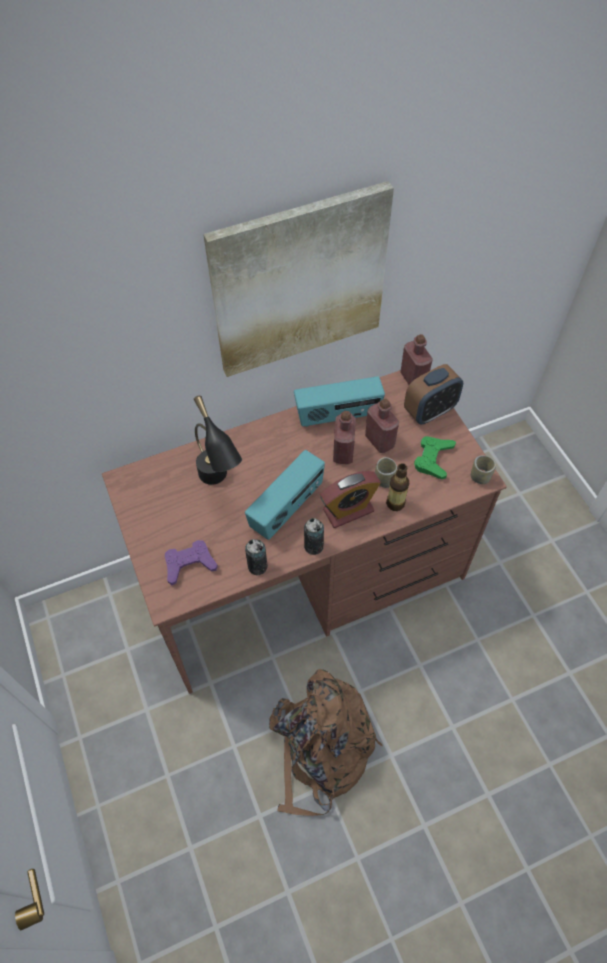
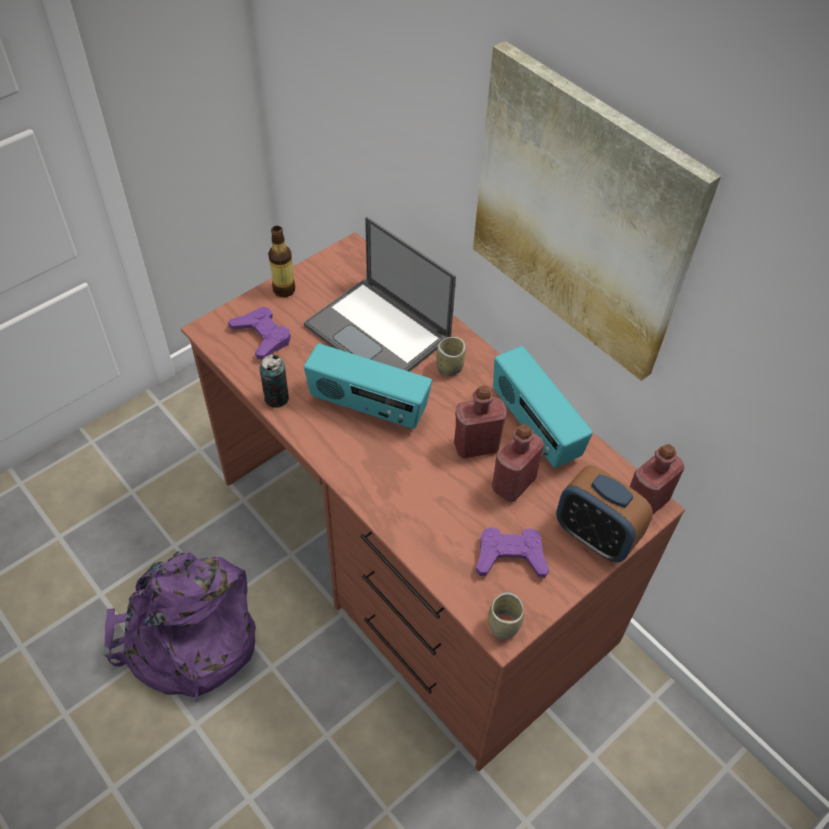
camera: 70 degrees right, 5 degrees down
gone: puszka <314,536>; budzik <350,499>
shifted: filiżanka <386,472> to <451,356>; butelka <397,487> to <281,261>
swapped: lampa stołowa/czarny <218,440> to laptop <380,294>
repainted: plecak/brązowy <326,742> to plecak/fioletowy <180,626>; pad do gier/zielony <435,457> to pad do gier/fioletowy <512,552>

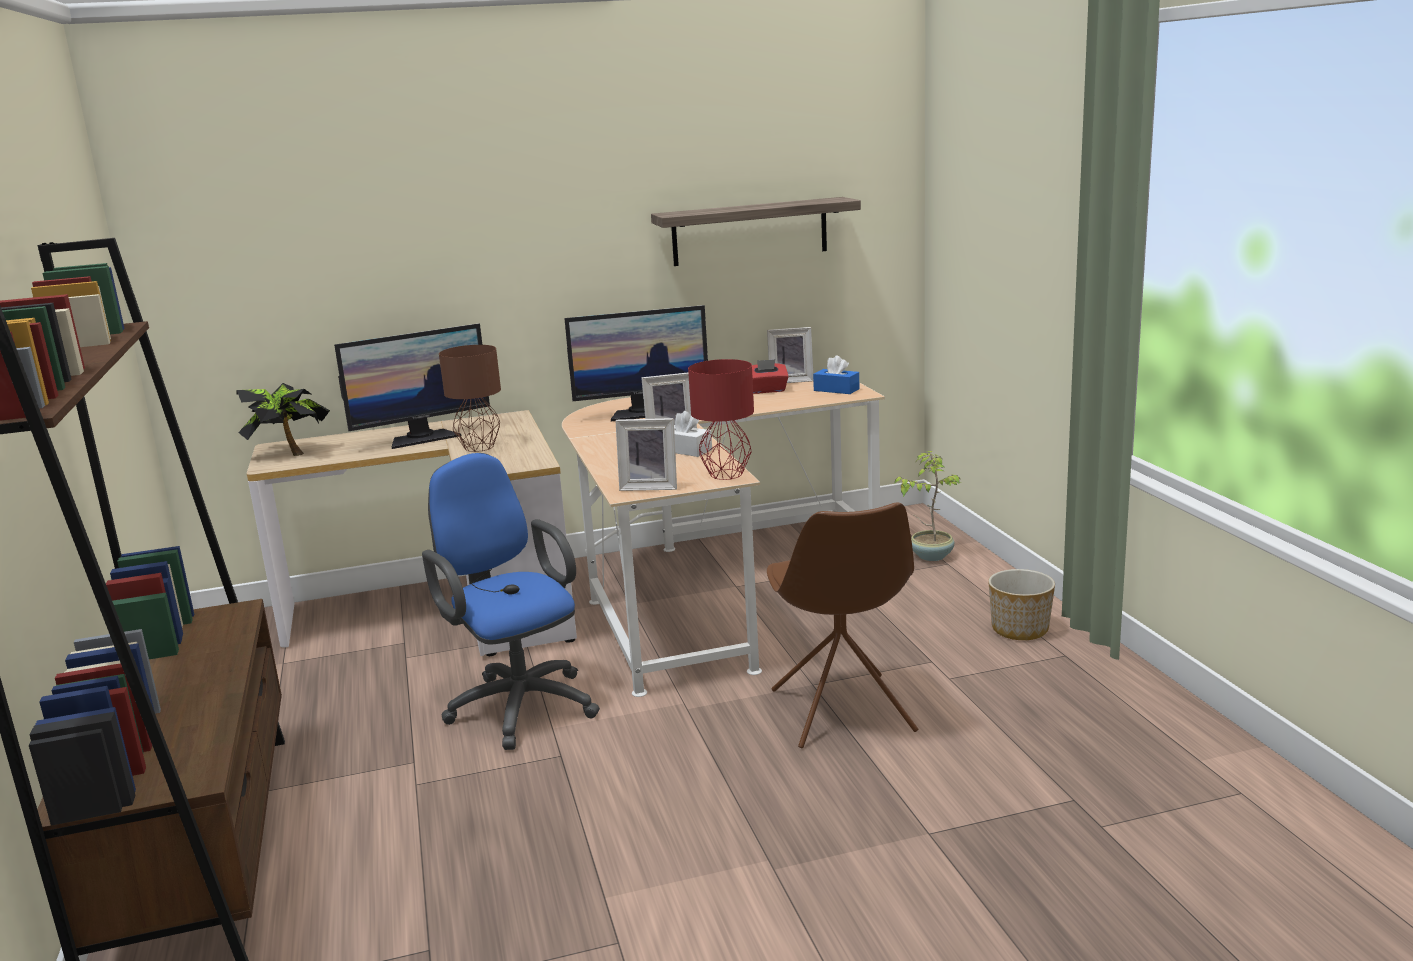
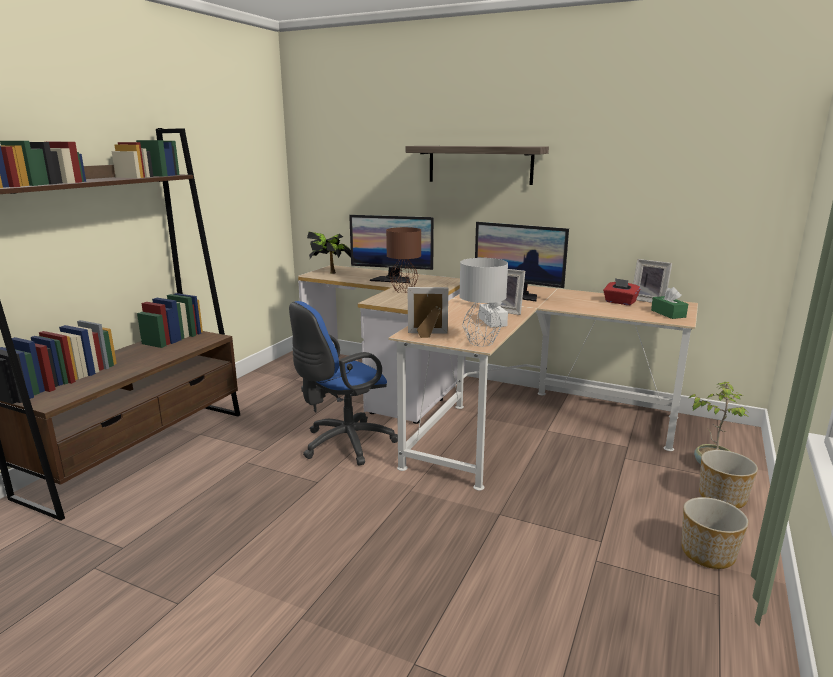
camera: 40 degrees right, 0 degrees up
gone: krzesło/brązowy <842,625>
new: donica <728,479>
shifted: półka <756,231> to <477,165>
repainted: lampa stołowa/czerwony <721,419> to lampa stołowa/szary <484,302>; pudełko chusteczek/niebieski <836,374> to pudełko chusteczek/zielony <669,303>
rotated: krzesło biurowe/niebieski <511,601> = <343,383> 135 degrees counterclockwise; ramka na zdjęcie <646,454> = <427,312> 135 degrees clockwise

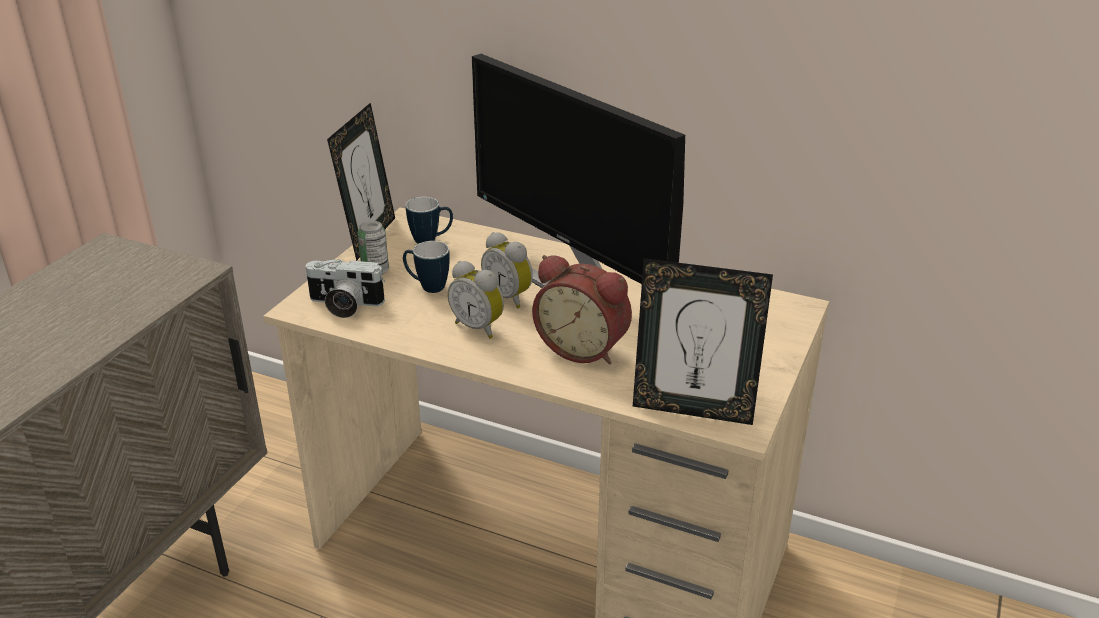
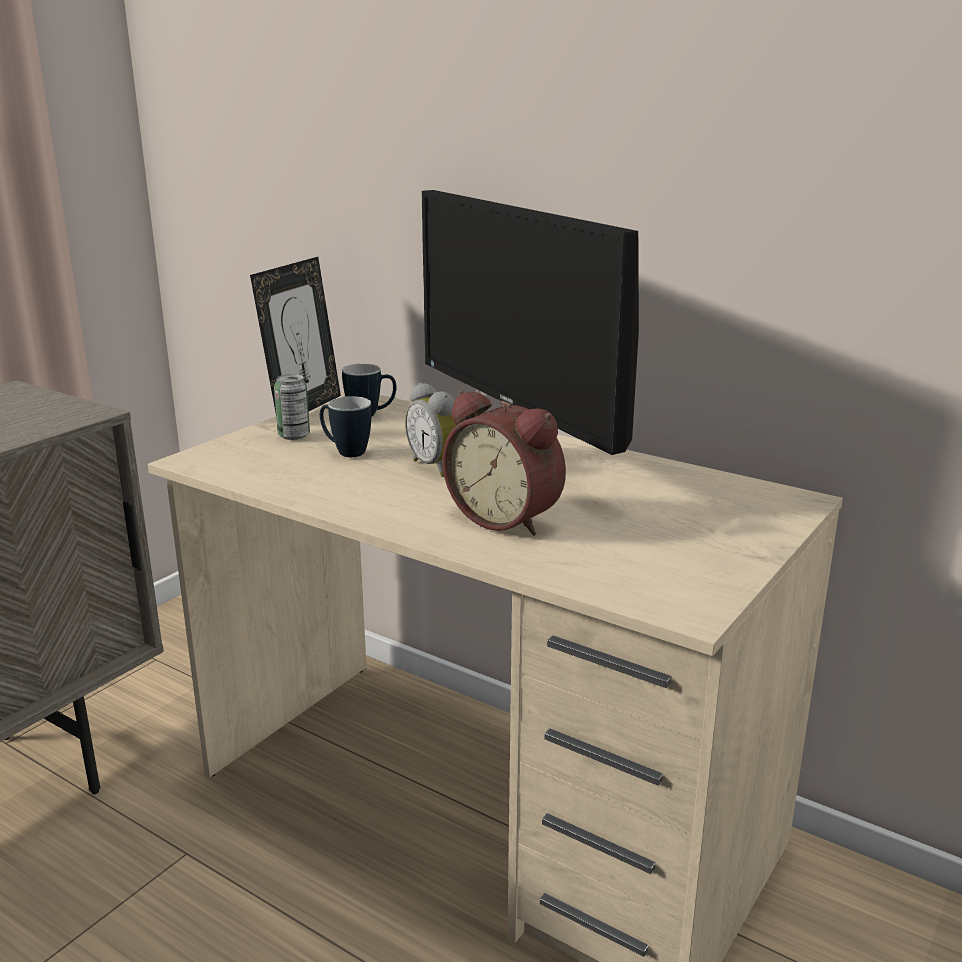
camera: 10 degrees right, 10 degrees down
gone: aparat fotograficzny <345,288>; budzik <476,300>; ramka na zdjęcie <703,341>

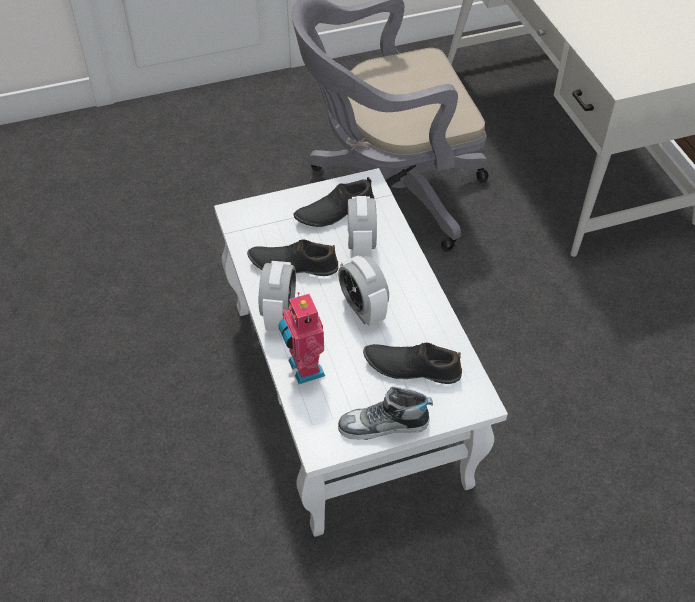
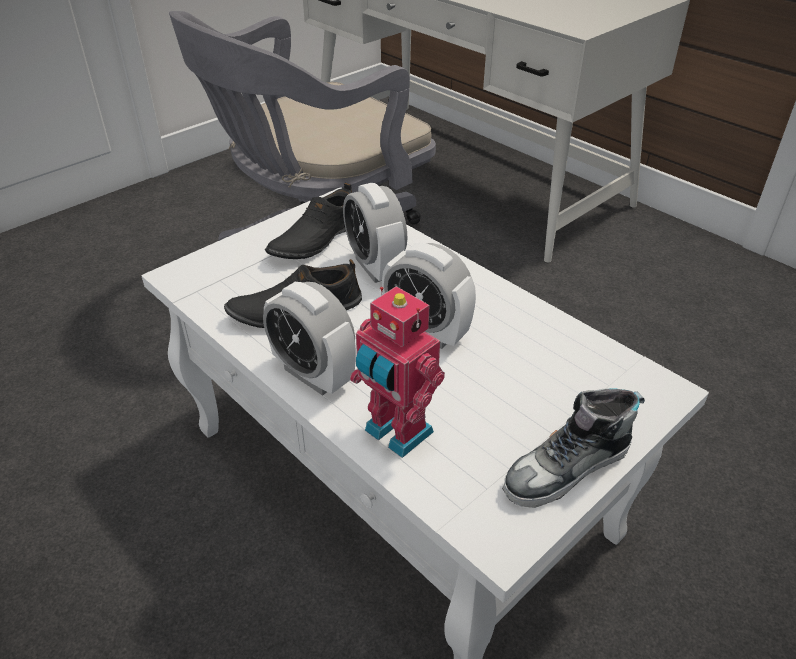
camera: 25 degrees left, 10 degrees down
gone: but/czarny <412,363>
rotated: budzik <277,296> = <309,339> 150 degrees clockwise

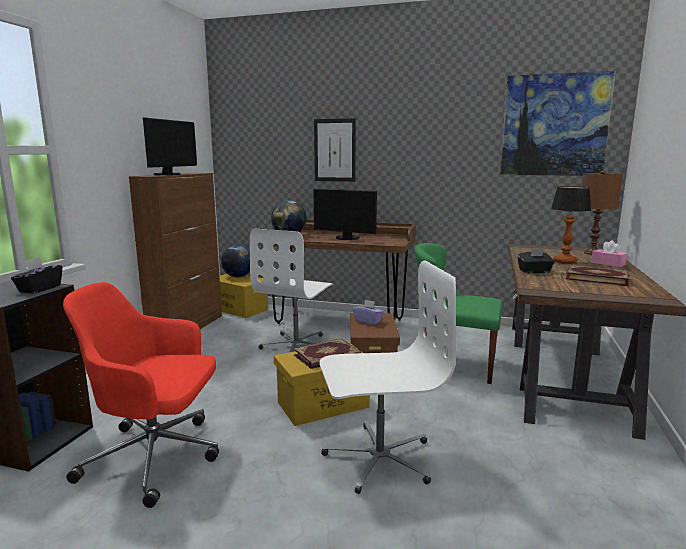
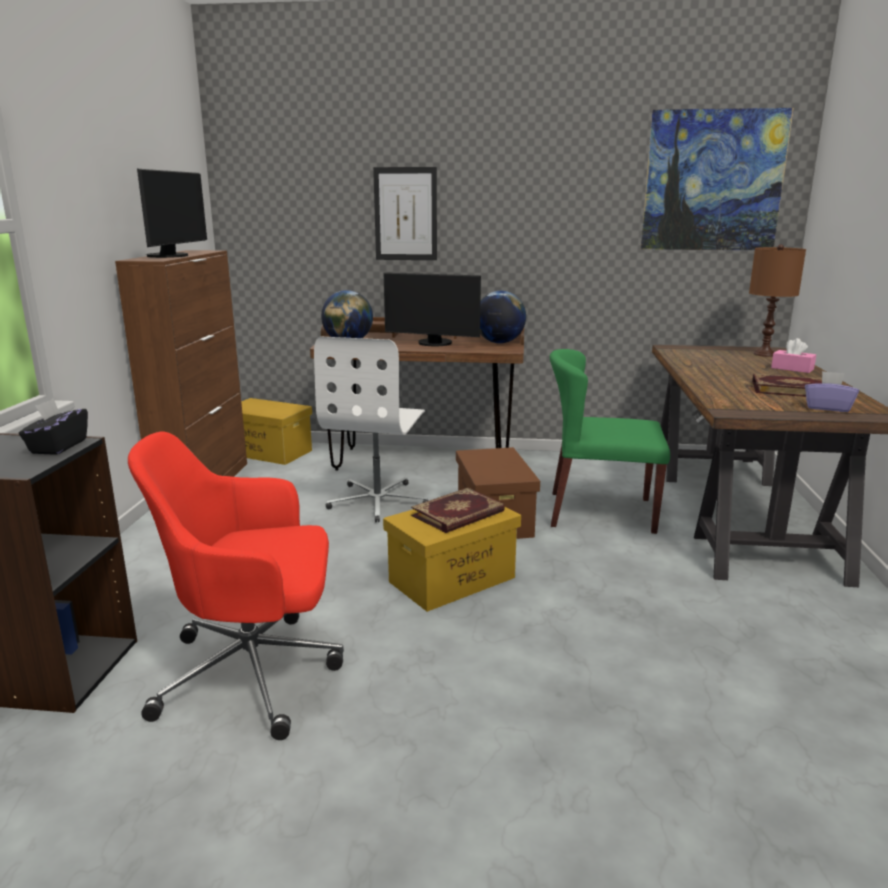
camera: 10 degrees left, 5 degrees up
gone: krzesło biurowe/biały <387,377>; pudełko chusteczek/czarny <536,261>; lampa stołowa <571,225>
shifted: globus <235,261> to <503,317>; pudełko chusteczek/fioletowy <368,312> to <832,391>

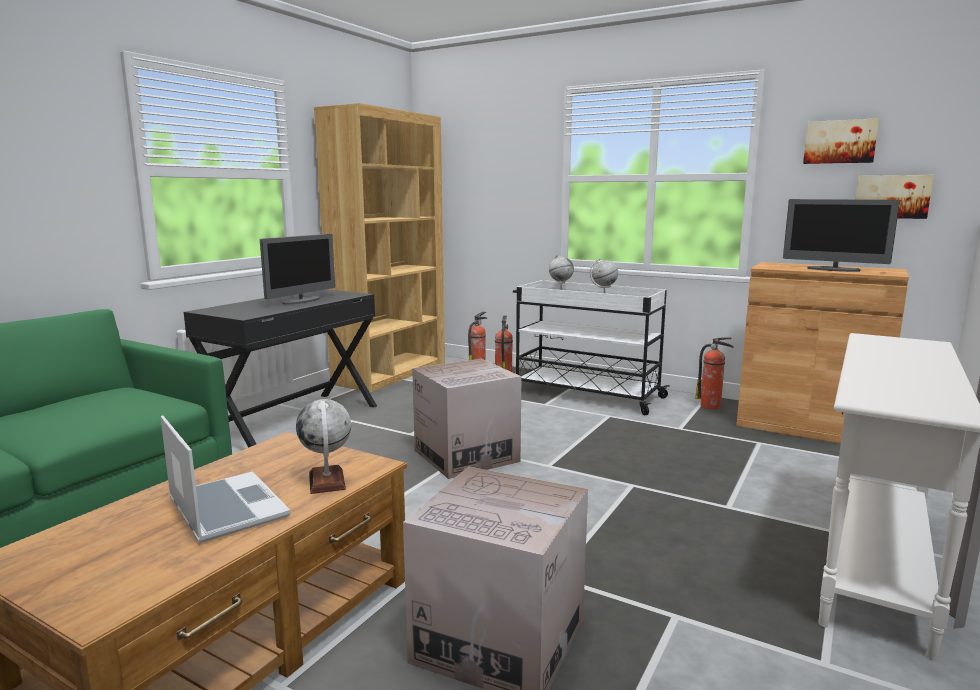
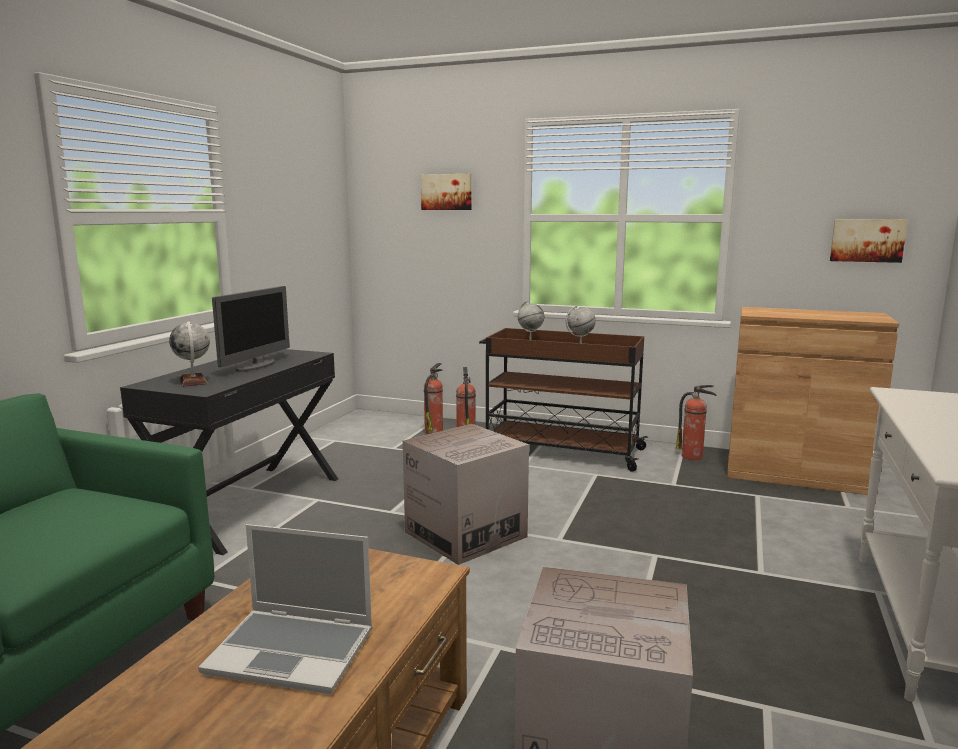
camera: 10 degrees left, 0 degrees up
gone: regał/brązowy <379,247>; monitor <841,235>
shifted: globus <323,446> to <189,354>; obraz <841,141> to <446,192>
repainted: wózek/biały <591,347> to wózek/brązowy <563,400>
rotated: laptop <226,479> = <285,609> 150 degrees clockwise

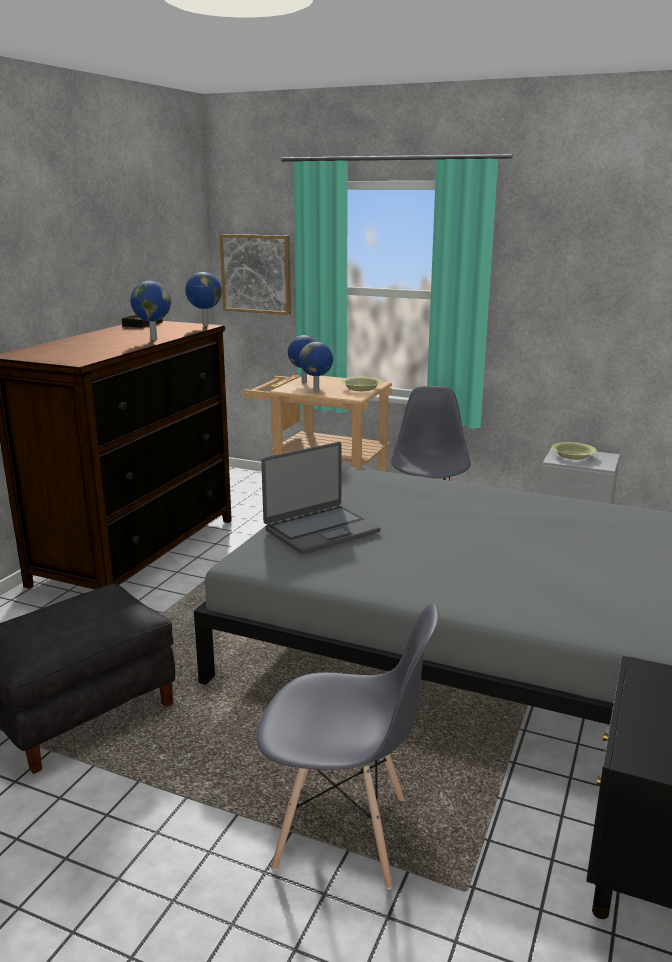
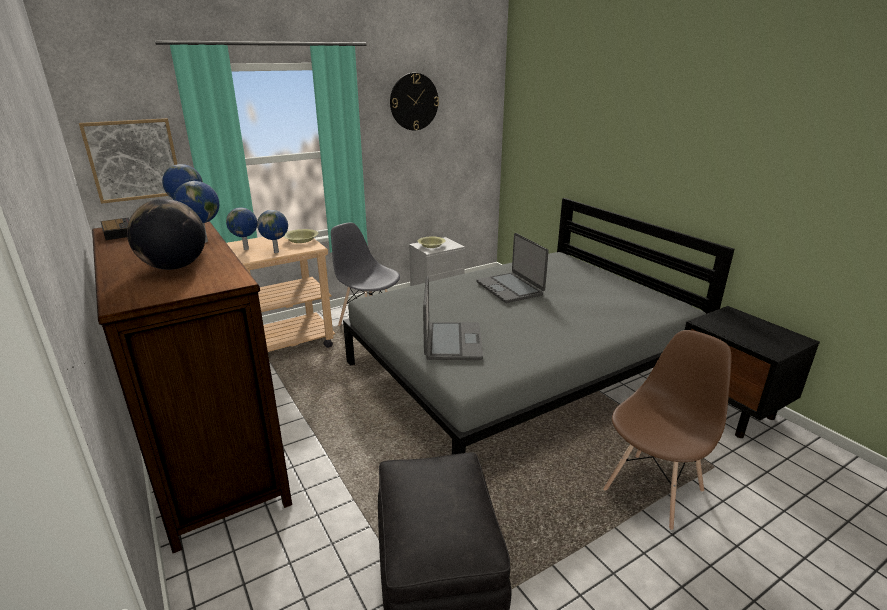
camera: 55 degrees left, 5 degrees up
new: globus <166,234>; zegar ścienny <414,102>; laptop <512,268>
repainted: krzesło/szary <348,746> to krzesło/brązowy <667,430>

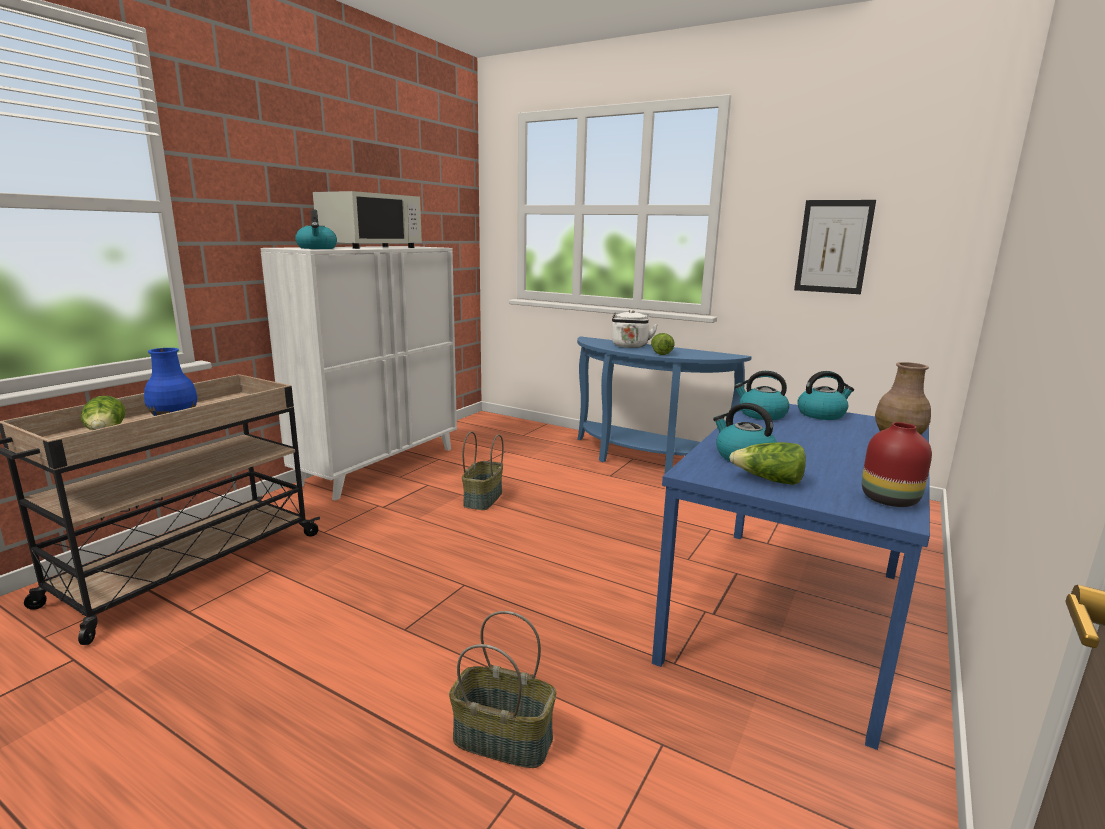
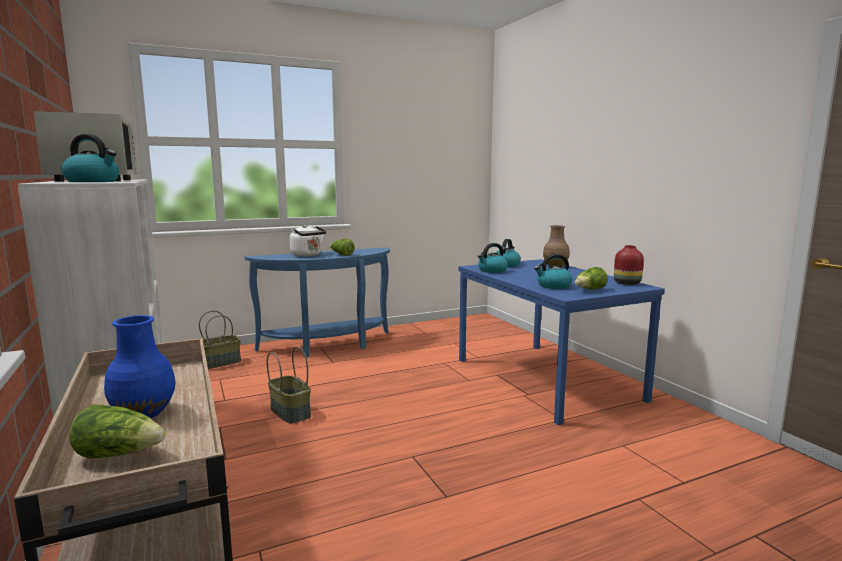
camera: 55 degrees left, 5 degrees down
gone: obraz <835,247>
shifted: koszyk <502,689> to <220,340>

